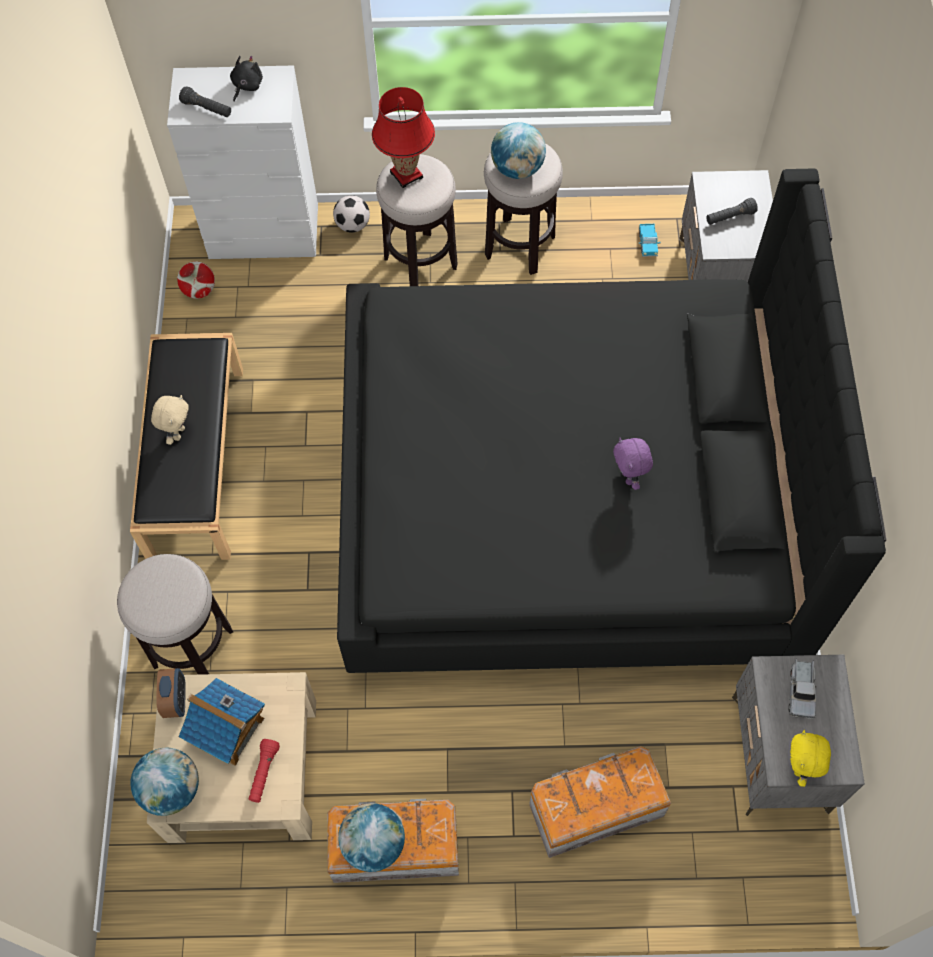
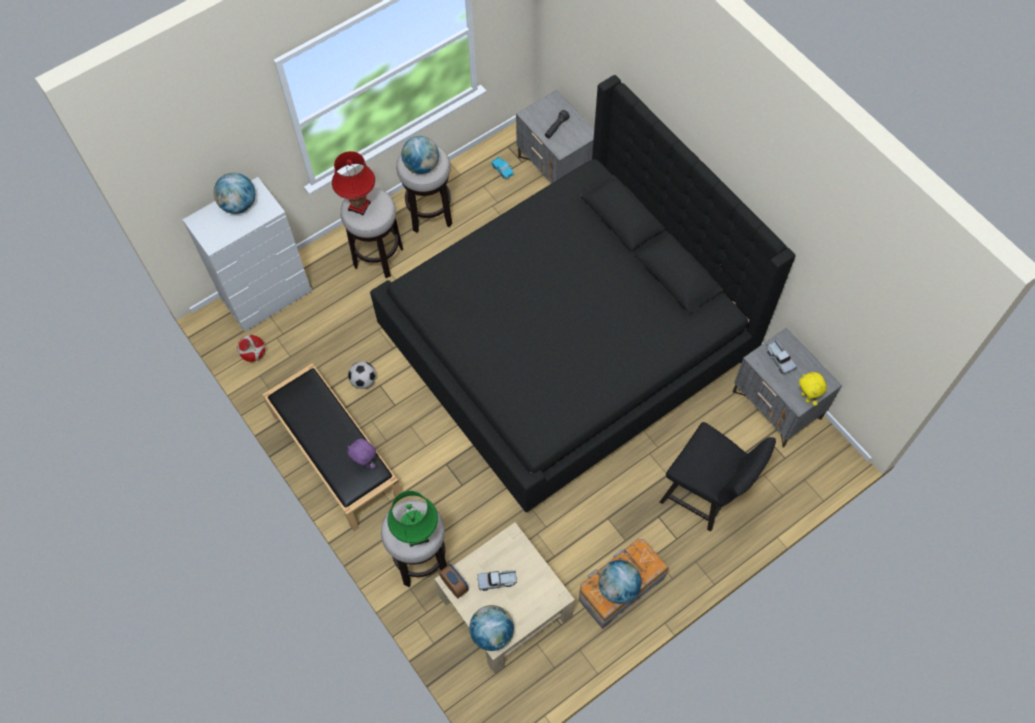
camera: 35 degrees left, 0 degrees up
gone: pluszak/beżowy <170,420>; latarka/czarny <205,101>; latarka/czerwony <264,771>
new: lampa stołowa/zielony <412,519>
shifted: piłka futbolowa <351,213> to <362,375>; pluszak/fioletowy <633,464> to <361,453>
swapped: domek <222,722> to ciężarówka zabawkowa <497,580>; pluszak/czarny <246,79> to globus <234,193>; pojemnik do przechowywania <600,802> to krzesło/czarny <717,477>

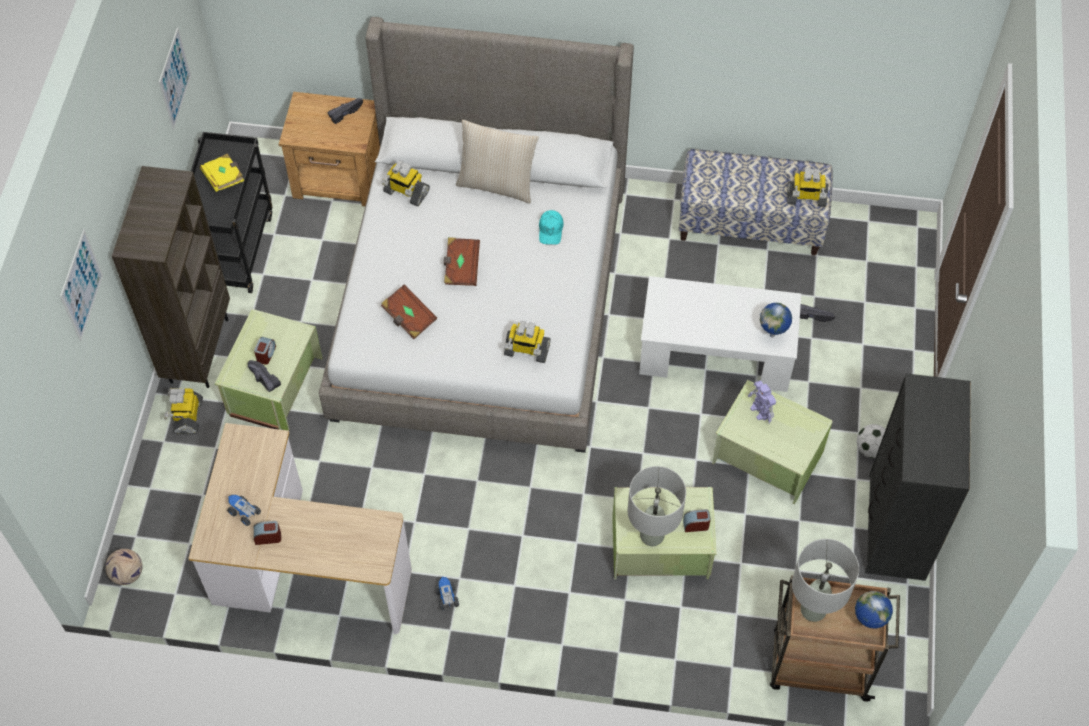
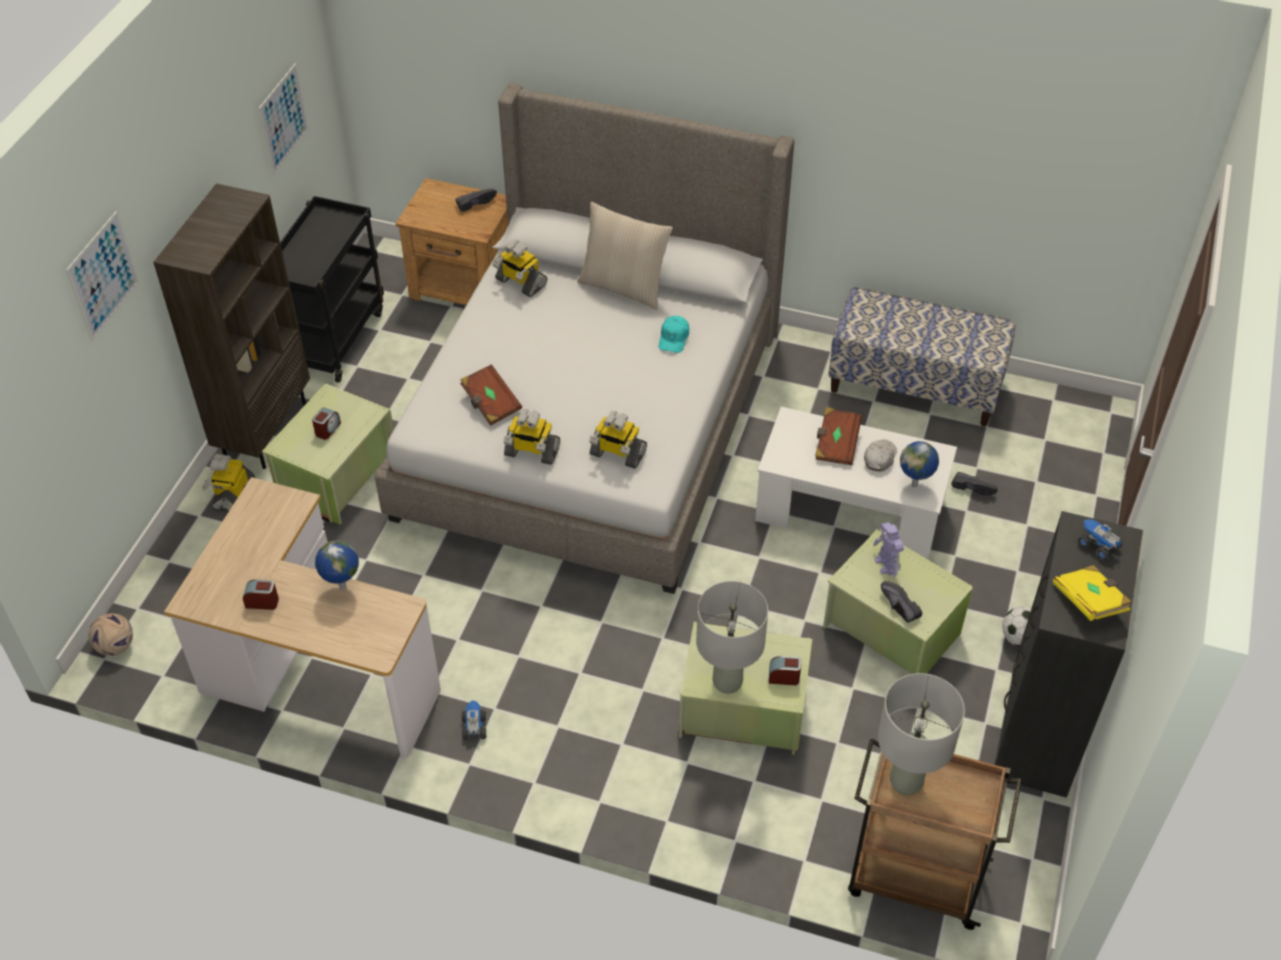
camera: 10 degrees right, 10 degrees down
new: czapka z daszkiem/biały <880,456>
shifted: książka/żółty <222,173> to <1092,593>; ciężarówka zabawkowa <244,510> to <1100,540>; but/czarny <264,376> to <901,602>; książka/brązowy <462,261> to <838,436>; robot zabawkowy <808,187> to <531,437>; globus <874,610> to <337,565>

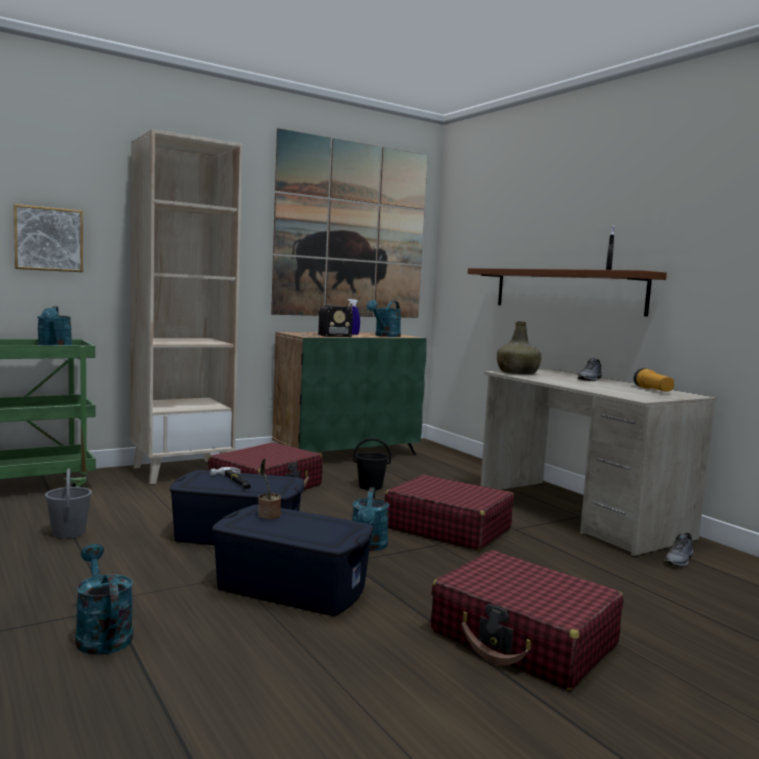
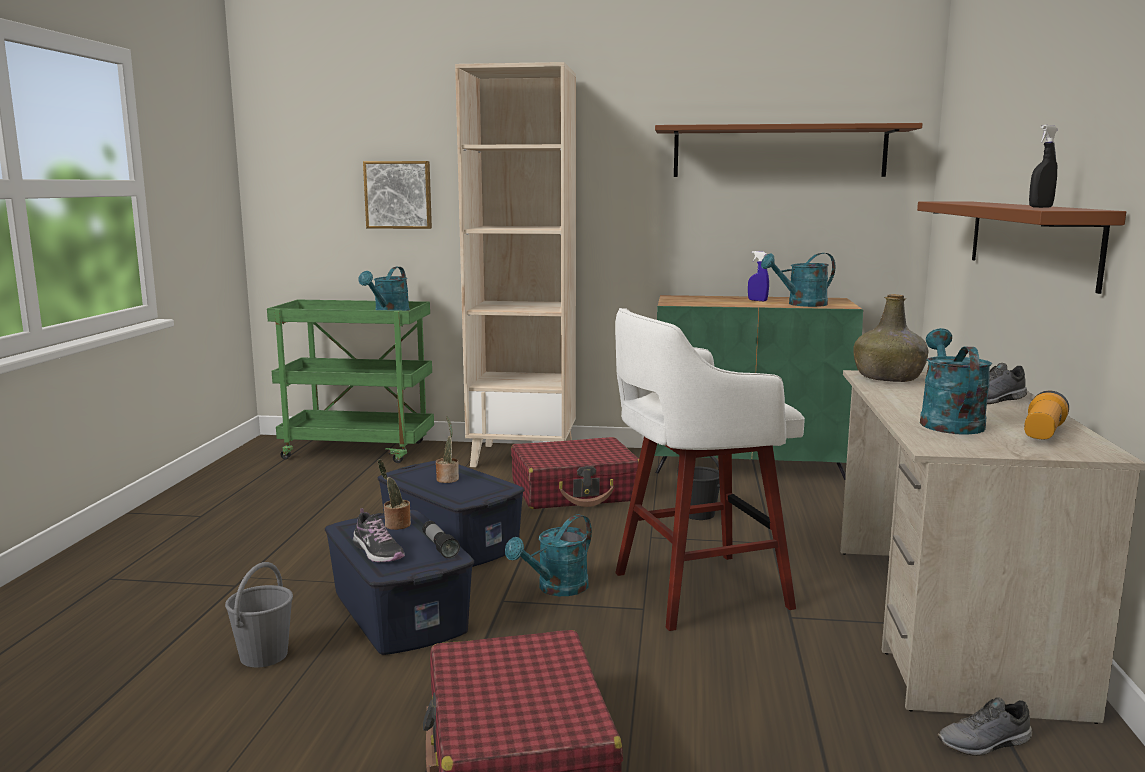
camera: 40 degrees right, 5 degrees up
gone: radio <326,321>
new: but <379,535>; latarka <441,539>
shifted: wiadro/szary <68,503> to <259,615>; konewka/turkusowy <104,599> to <956,381>
swapped: młotek <230,478> to roślina doniczkowa <447,450>; obraz <349,223> to półka/brązowy <789,150>; walizka/czerwony <449,512> to stołek/biały <710,469>

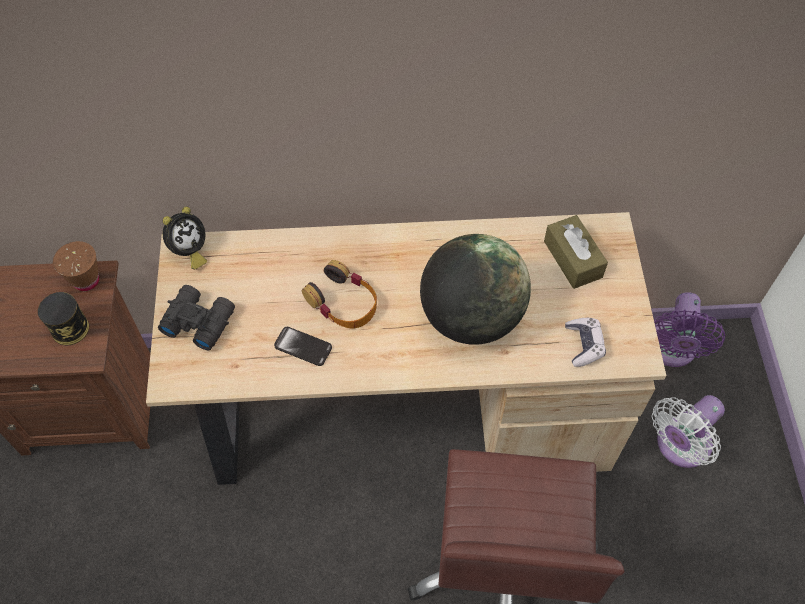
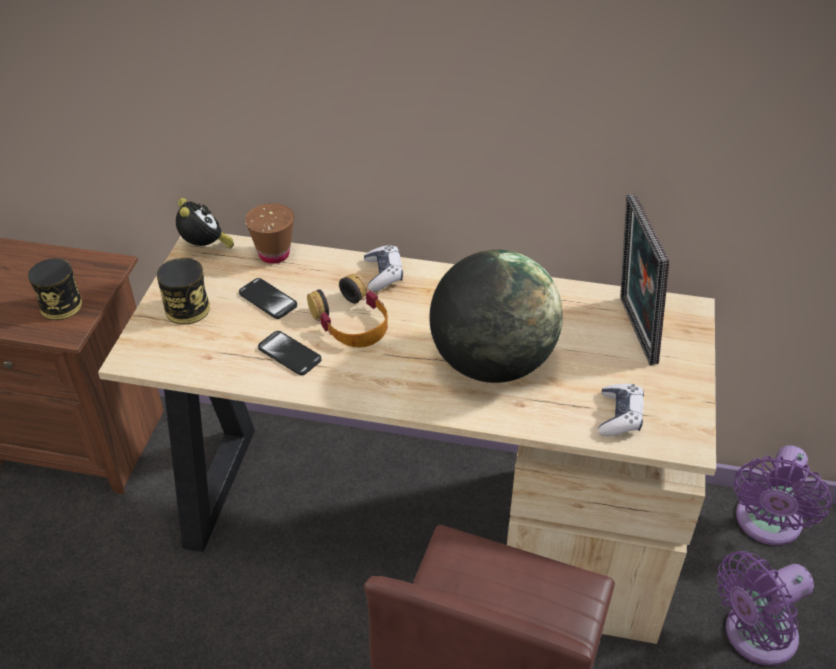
camera: 15 degrees right, 15 degrees down
new: telefon <268,298>; pad do gier <383,268>
shifted: filiżanka/brązowy <76,266> to <269,233>
swapped: lornetka/czarny <196,317> to puszka <183,291>; pudełko chusteczek/brązowy <576,252> to ramka na zdjęcie <644,279>
repainted: wentylator/biały <688,431> to wentylator/fioletowy <765,608>
rotated: budzik <185,238> = <205,223> 75 degrees counterclockwise

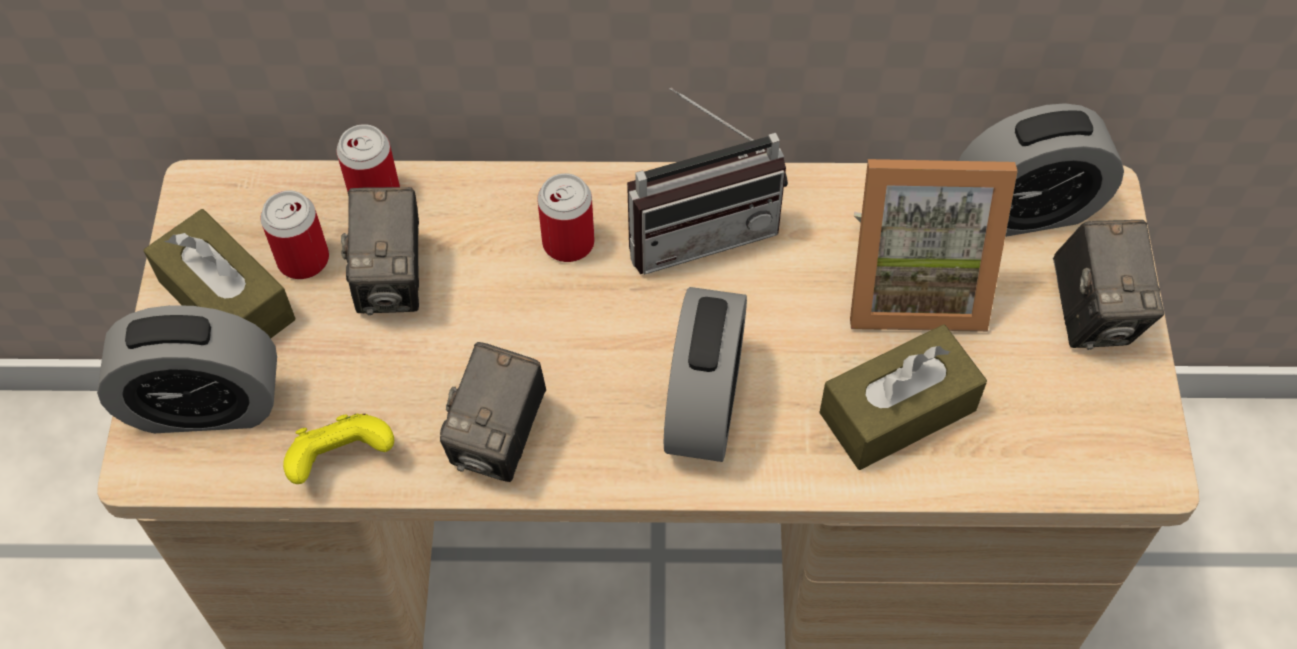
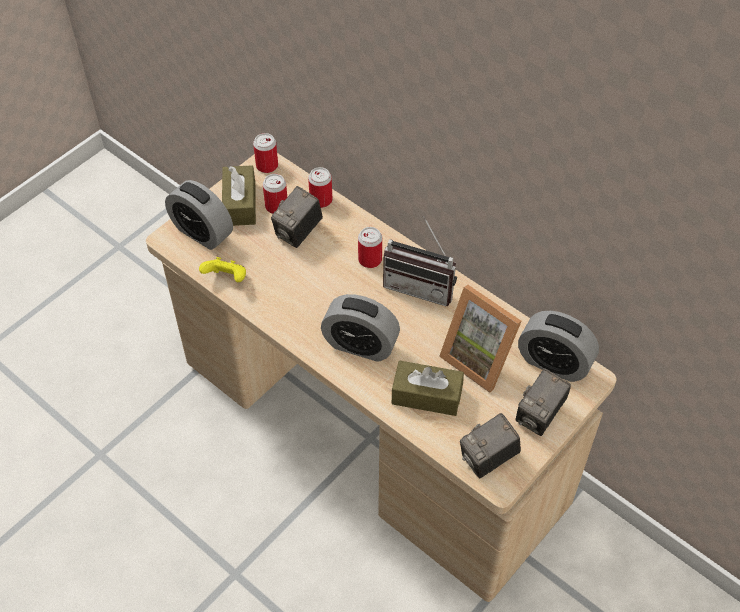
camera: 40 degrees right, 5 degrees down
new: puszka <265,153>
shifted: aparat fotograficzny <493,412> to <490,445>
rotated: budzik <705,374> = <360,328> 60 degrees clockwise

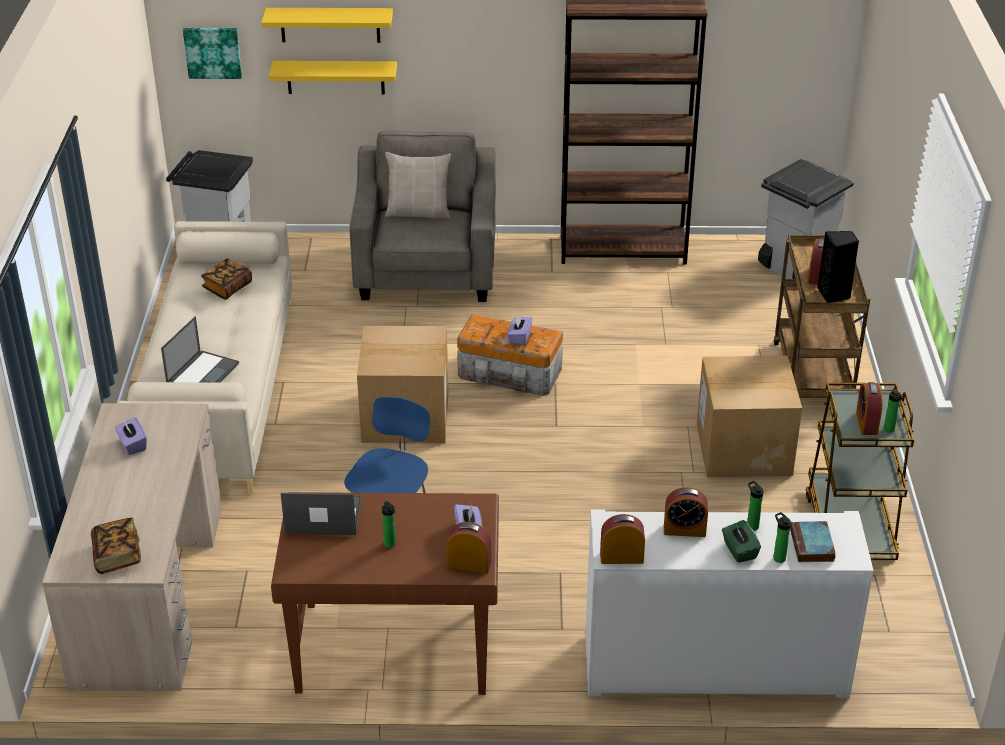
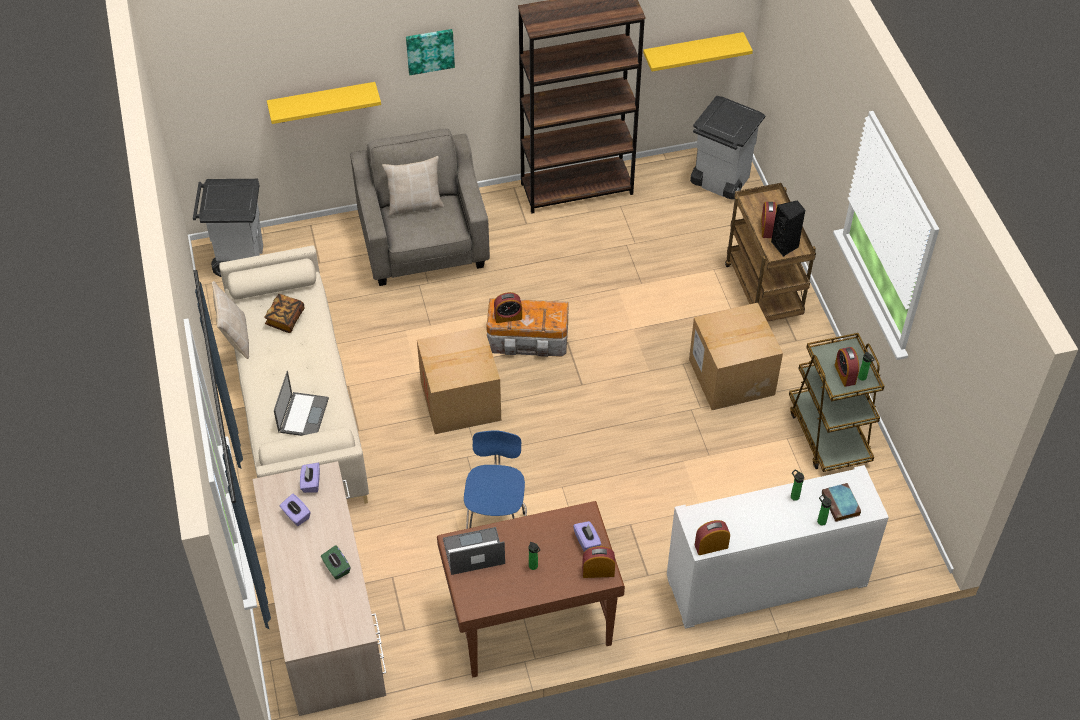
camera: 15 degrees left, 15 degrees up
gone: książka <116,546>
new: poduszka/beżowy <230,320>
shifted: obraz <212,53> to <430,52>; półka/żółty <327,25> to <698,52>; pudełko chusteczek/fioletowy <520,329> to <310,478>; budzik <686,512> to <508,307>; pudełko chusteczek/zielony <741,541> to <335,562>

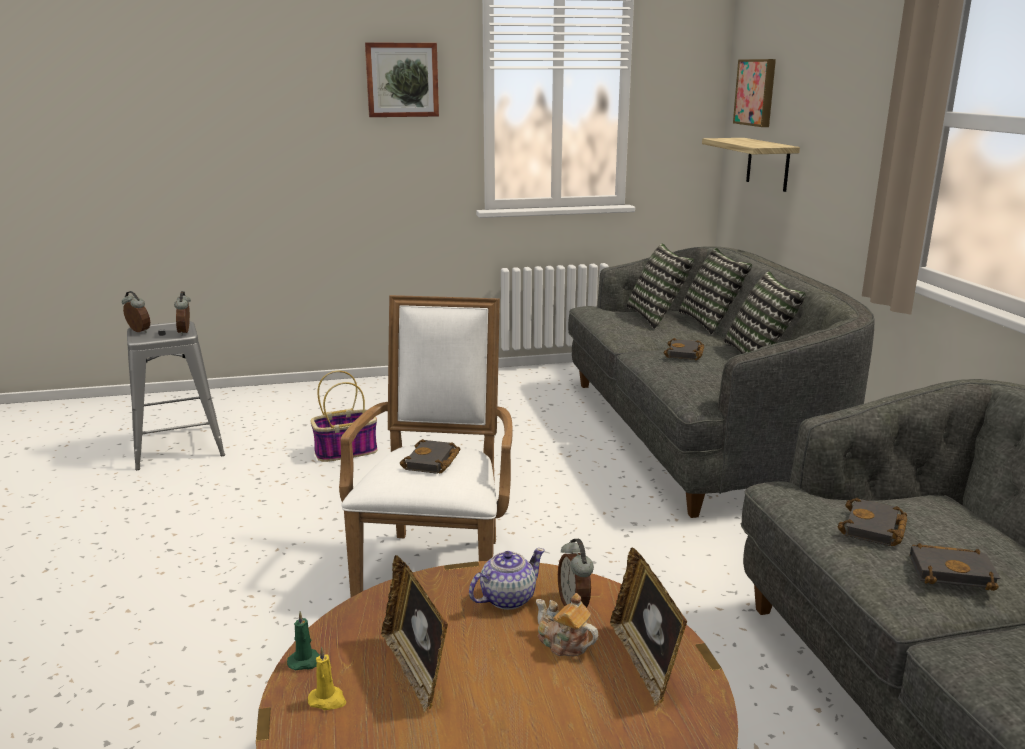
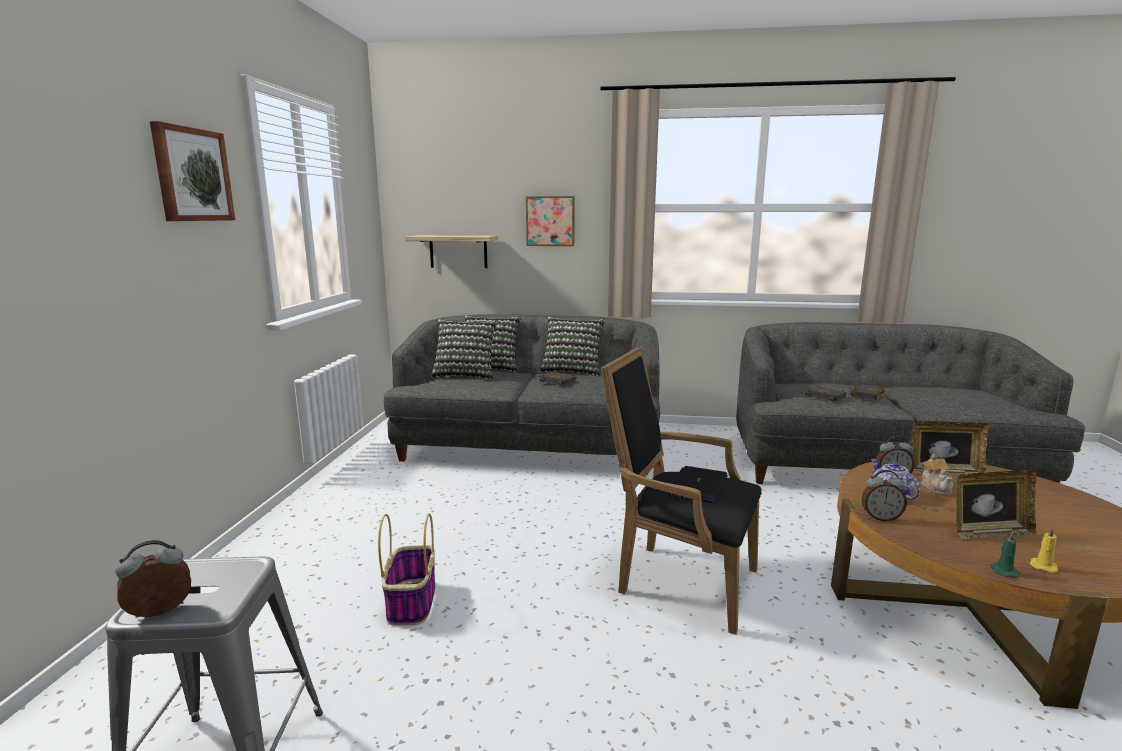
camera: 70 degrees left, 5 degrees down
shifted: budzik <182,313> to <884,496>; obraz <754,93> to <550,221>
swapped: książka/czarny <430,456> to laptop <697,484>
repainted: fotel/biały <425,446> to fotel/czarny <681,491>
rotated: imbryk <567,624> = <937,475> 60 degrees counterclockwise

